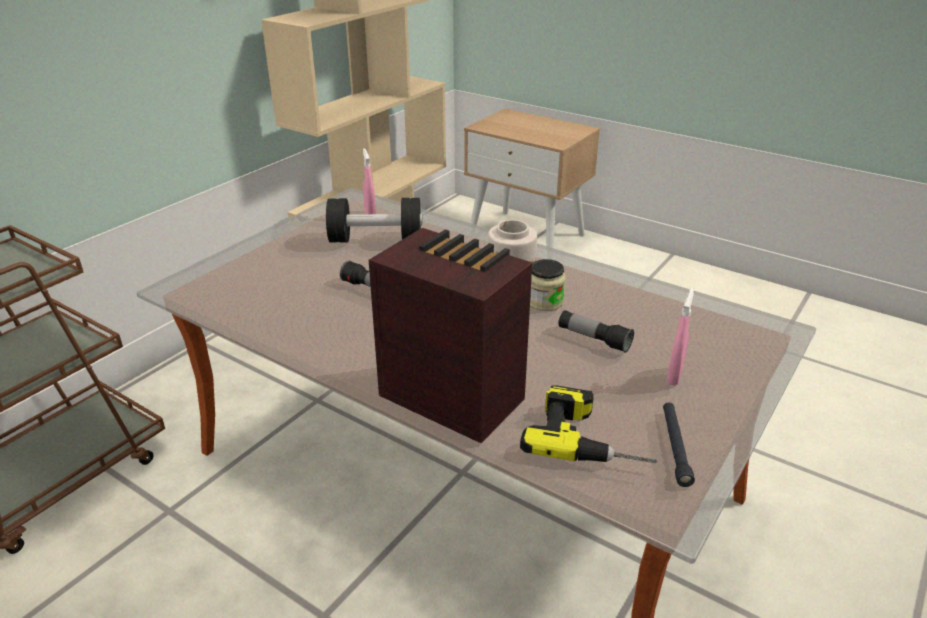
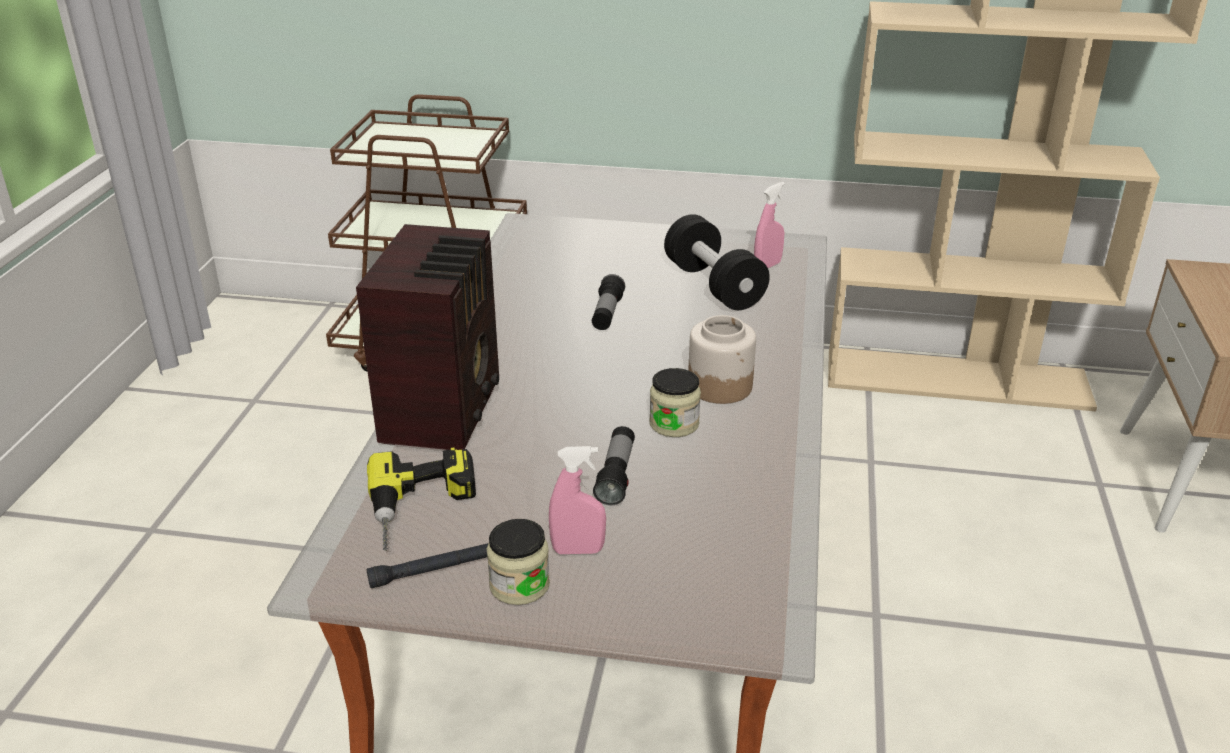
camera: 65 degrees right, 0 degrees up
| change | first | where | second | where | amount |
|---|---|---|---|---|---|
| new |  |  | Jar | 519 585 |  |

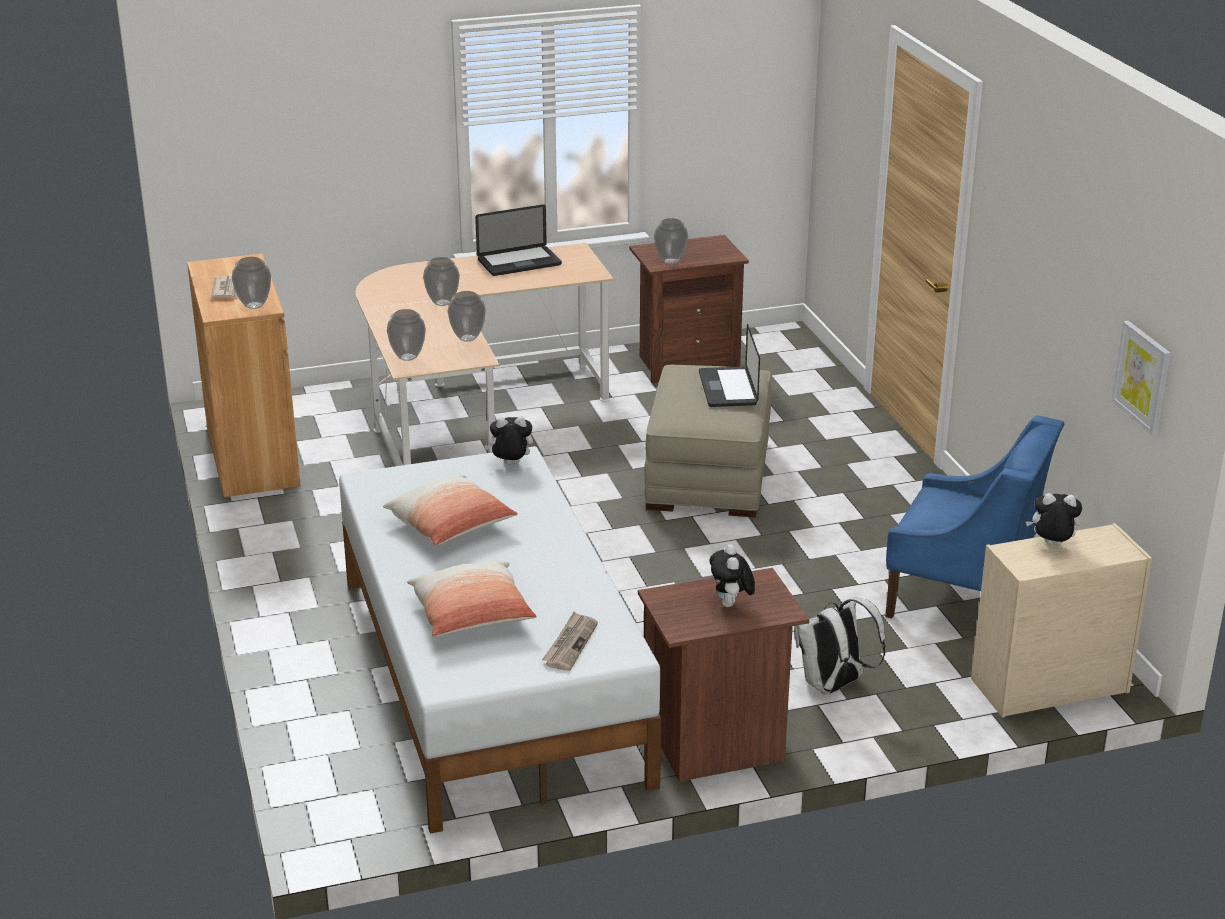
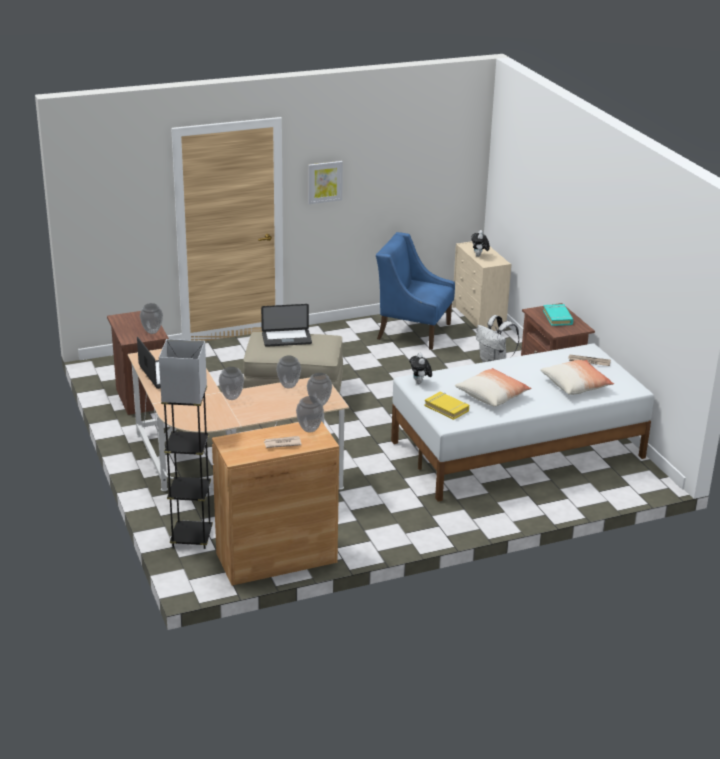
camera: 95 degrees left, 0 degrees up
| change | first | where | second | where | amount |
|---|---|---|---|---|---|
| new |  |  | GreyFloorLamp | 191 538 |  |
| shifted | Picture | 1143 377 |  | 324 182 |  |
| rotated | BlueArmchair | 963 600 |  | 413 331 | 90 degrees counterclockwise |
| new |  |  | YellowBook | 447 408 |  |
| swapped | PlushToy | 731 605 | TurquoiseBook | 558 317 |  |

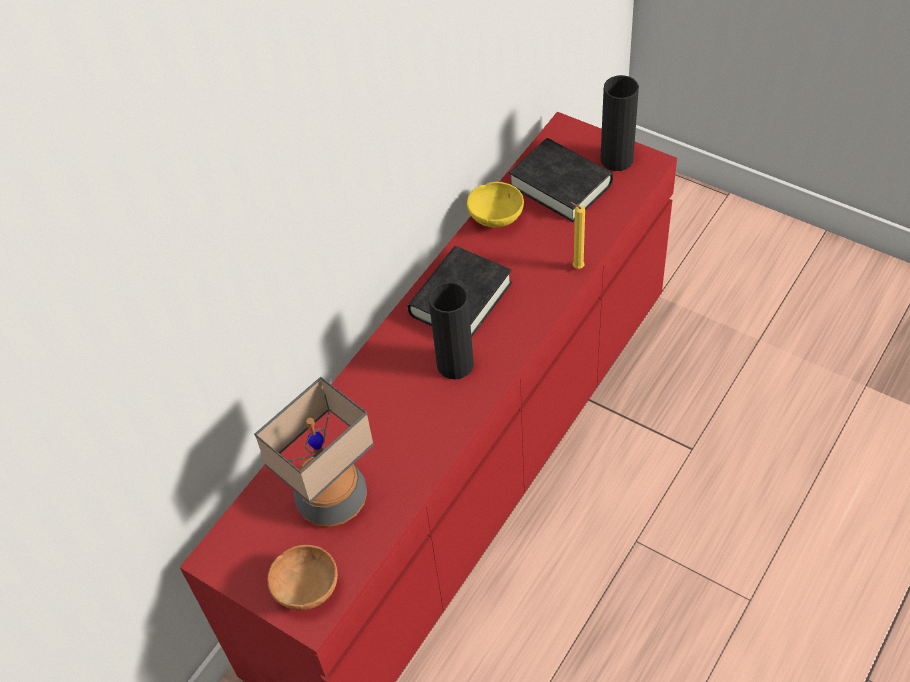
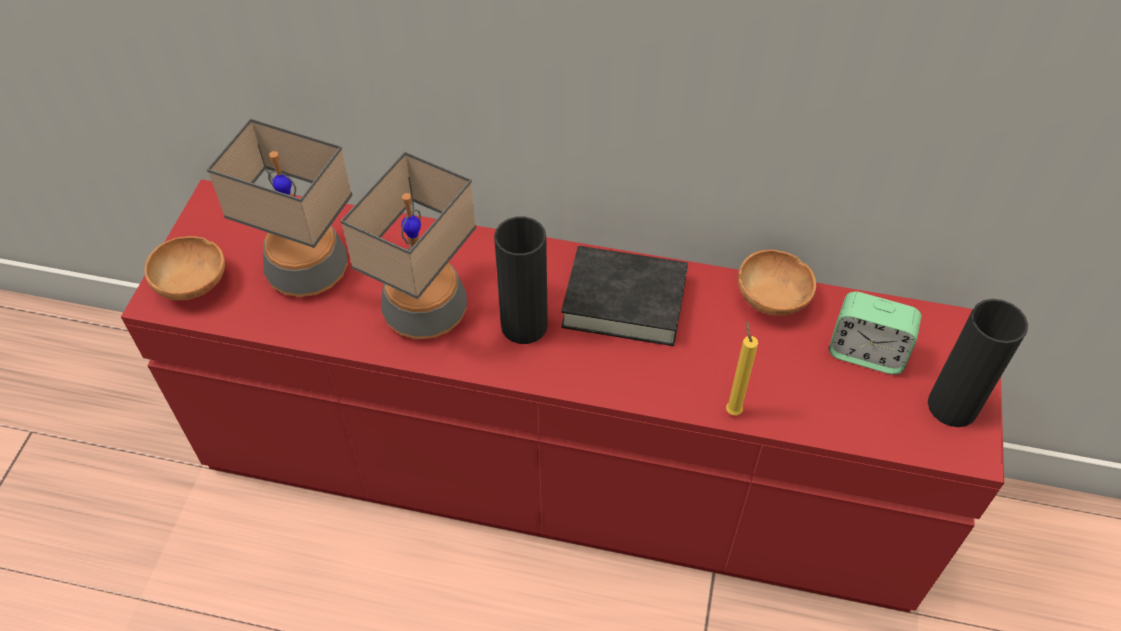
camera: 65 degrees right, 0 degrees up
| change | first | where | second | where | amount |
|---|---|---|---|---|---|
| new |  |  | TableLamp | 425 310 |  |
| repainted | YellowBowl | 496 217 | BrownBowl | 773 299 |  |
| swapped | BlackBook | 560 185 | AlarmClock | 866 353 |  |

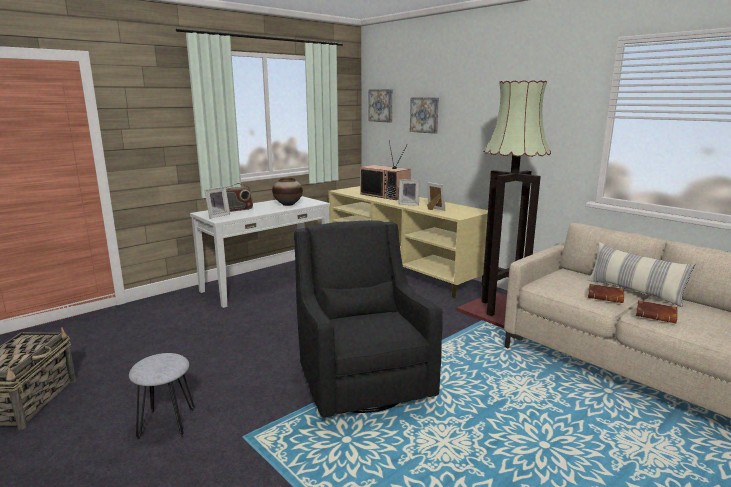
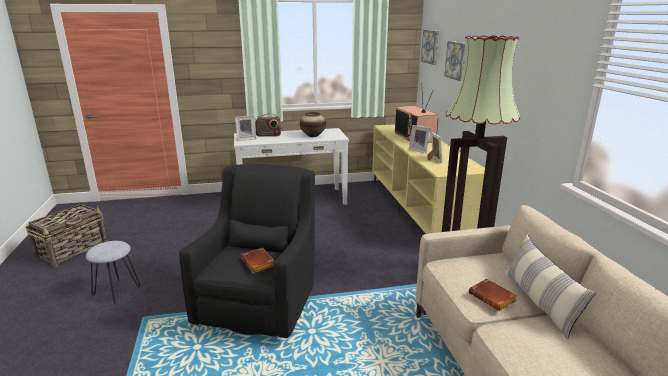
camera: 30 degrees right, 5 degrees up
| change | first | where | second | where | amount |
|---|---|---|---|---|---|
| shifted | BrownBook | 657 315 |  | 259 263 |  |

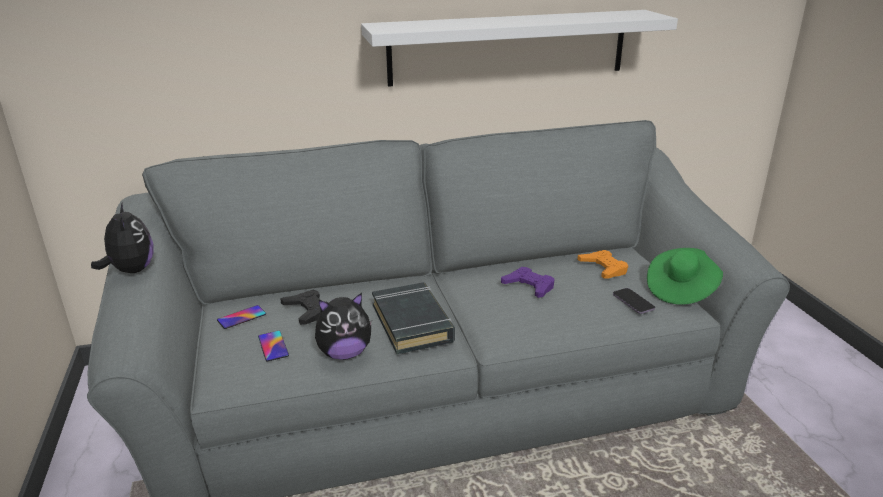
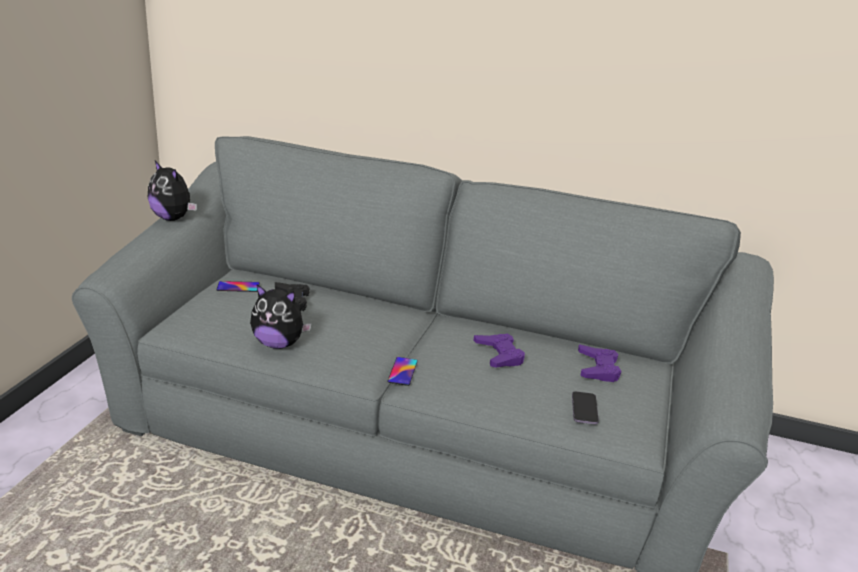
camera: 30 degrees right, 0 degrees up
| change | first | where | second | where | amount |
|---|---|---|---|---|---|
| rotated | PlushToy | 131 270 |  | 173 218 | 120 degrees clockwise |
| shifted | Phone | 273 346 |  | 402 371 |  |
| repainted | OrangeGameController | 603 268 | PurpleGameController | 598 368 |  |
| gone | WhiteShelf | 508 47 |  |  |  |
| gone | BlackBook | 412 323 |  |  |  |
| gone | GreenHat | 680 290 |  |  |  |

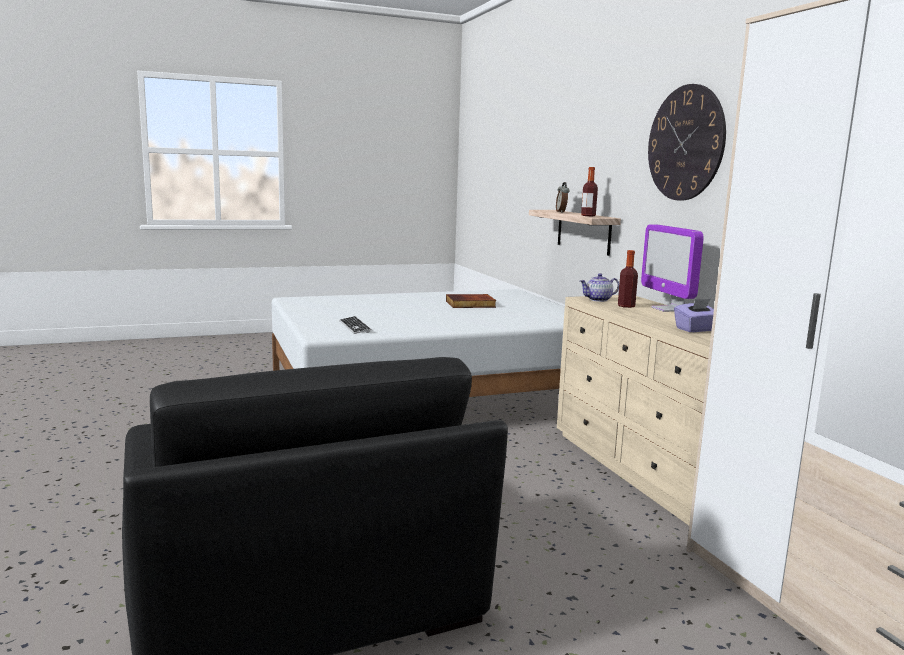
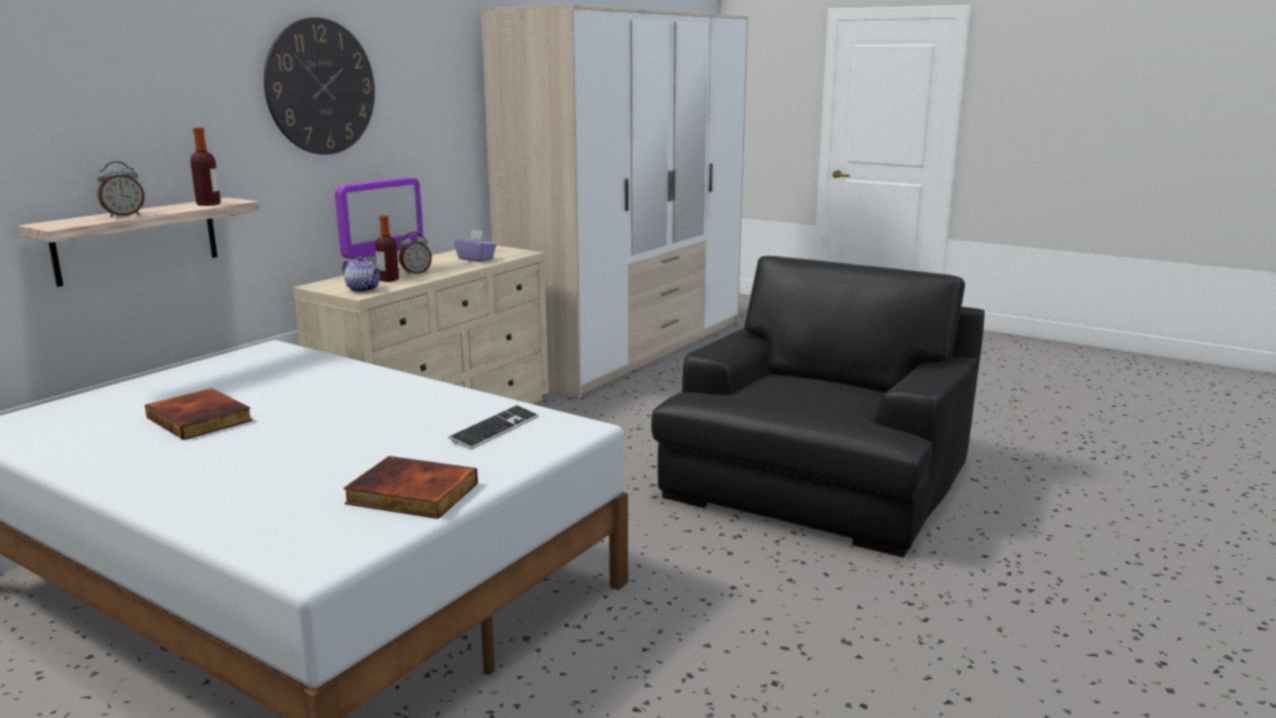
camera: 125 degrees left, 5 degrees up
| change | first | where | second | where | amount |
|---|---|---|---|---|---|
| new |  |  | Book | 410 494 |  |
| new |  |  | AlarmClock | 416 273 |  |

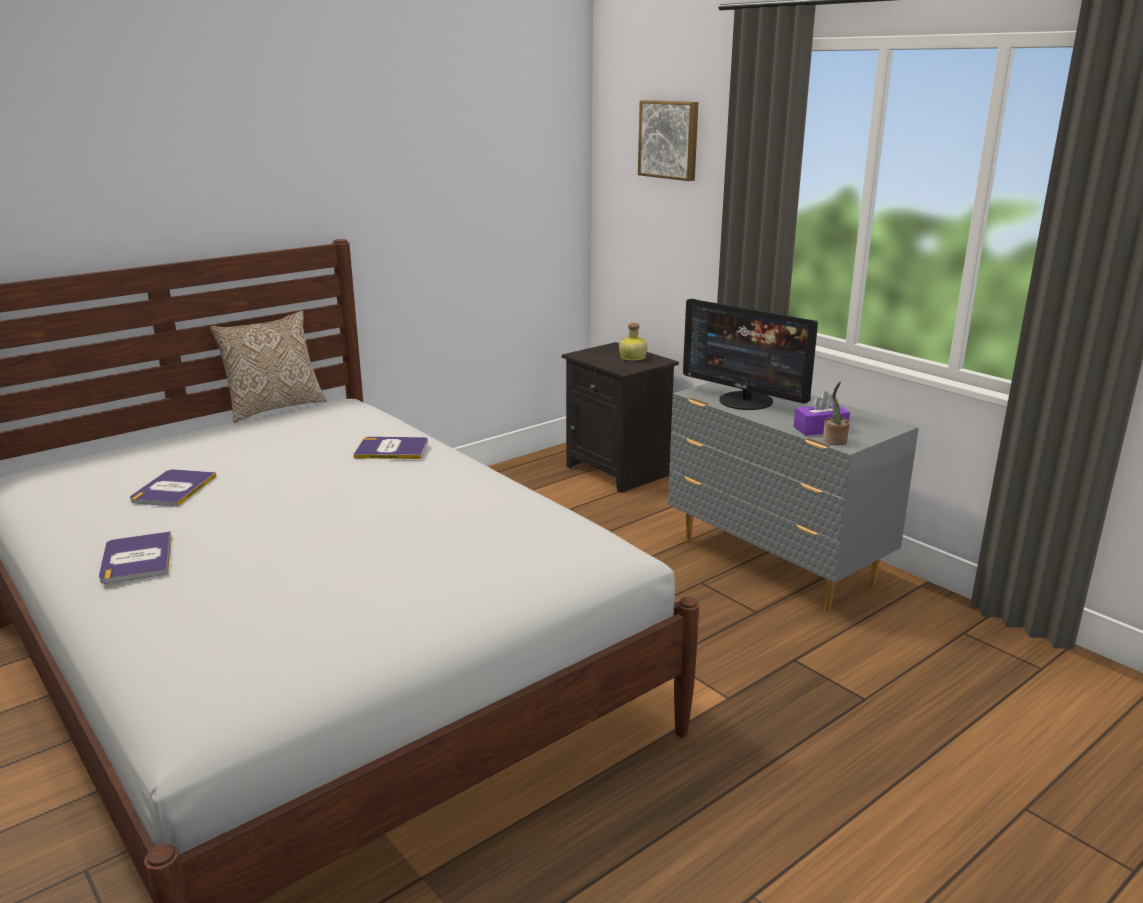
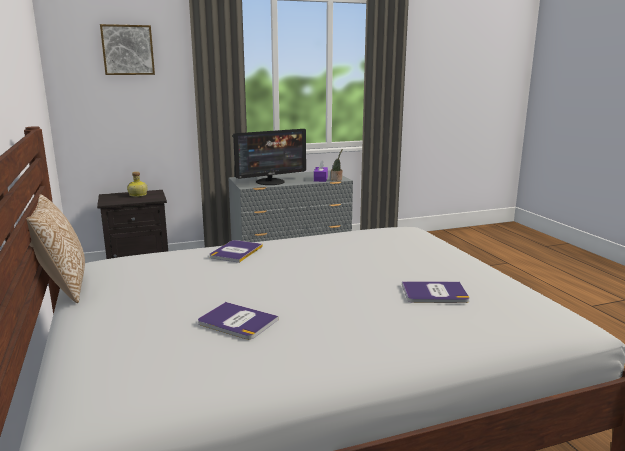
camera: 70 degrees left, 5 degrees down
| change | first | where | second | where | amount |
|---|---|---|---|---|---|
| shifted | Book | 137 559 |  | 434 293 |  |

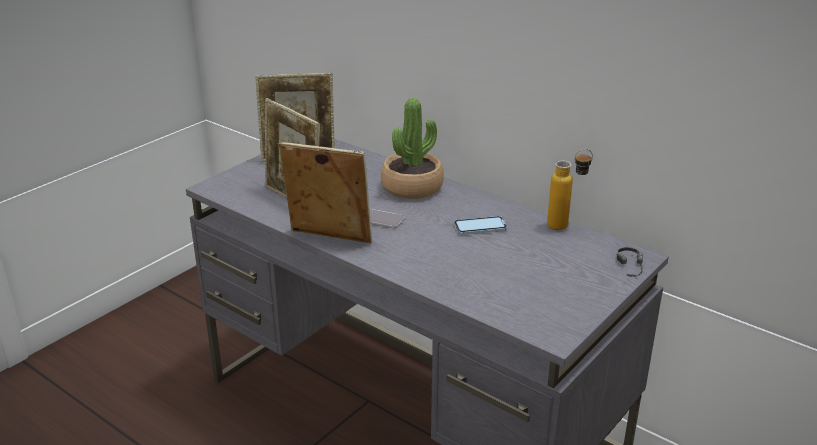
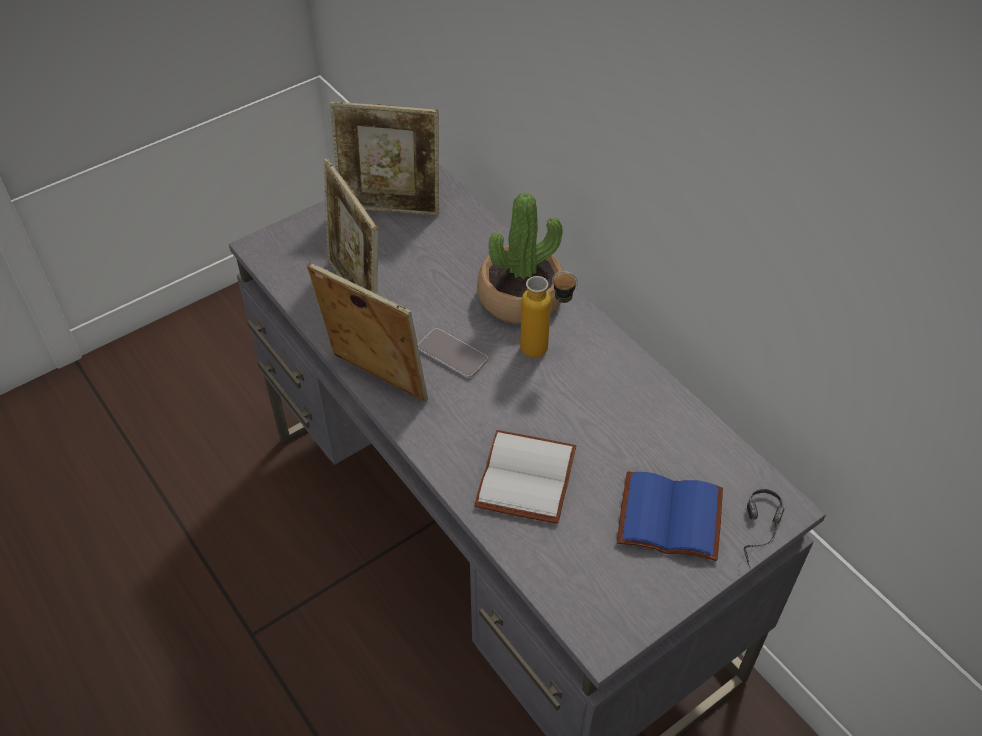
camera: 15 degrees right, 20 degrees up
| change | first | where | second | where | amount |
|---|---|---|---|---|---|
| new |  |  | WhiteBook | 529 480 |  |
| shifted | Bottle | 566 225 |  | 545 350 |  |
| new |  |  | BlueBook | 672 515 |  |
| gone | Phone | 480 227 |  |  |  |

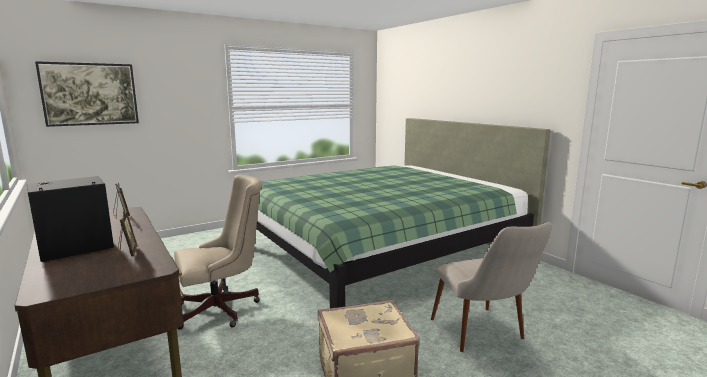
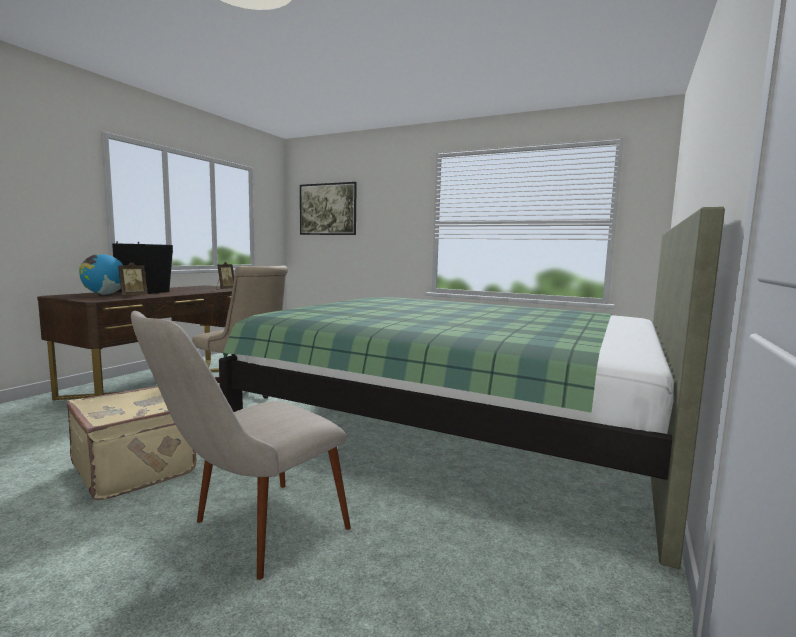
camera: 60 degrees right, 5 degrees down
| change | first | where | second | where | amount |
|---|---|---|---|---|---|
| new |  |  | Globe | 104 294 |  |

